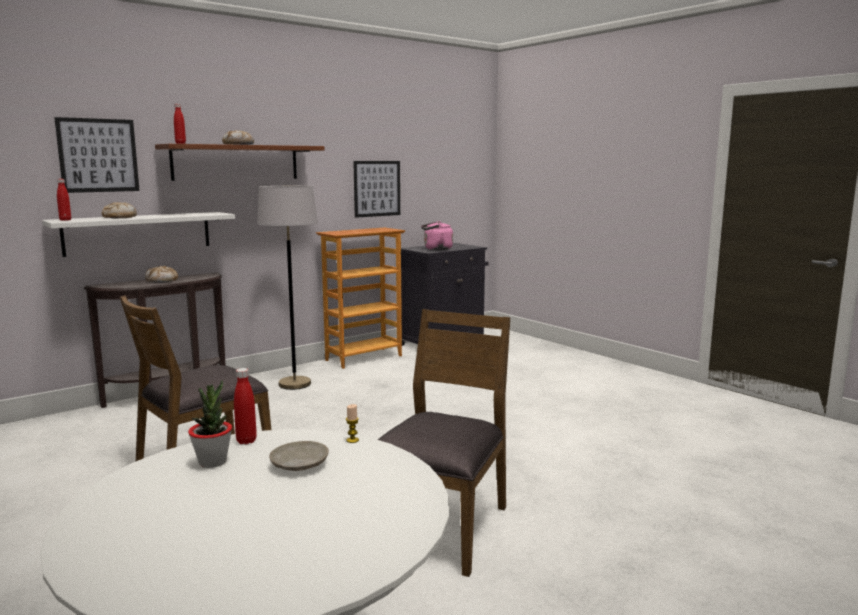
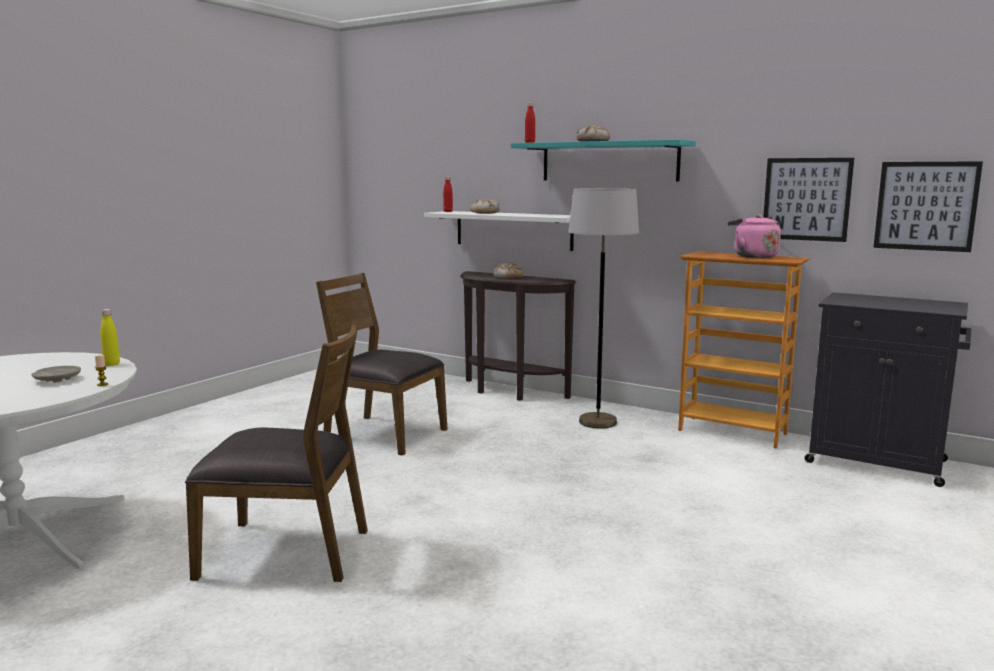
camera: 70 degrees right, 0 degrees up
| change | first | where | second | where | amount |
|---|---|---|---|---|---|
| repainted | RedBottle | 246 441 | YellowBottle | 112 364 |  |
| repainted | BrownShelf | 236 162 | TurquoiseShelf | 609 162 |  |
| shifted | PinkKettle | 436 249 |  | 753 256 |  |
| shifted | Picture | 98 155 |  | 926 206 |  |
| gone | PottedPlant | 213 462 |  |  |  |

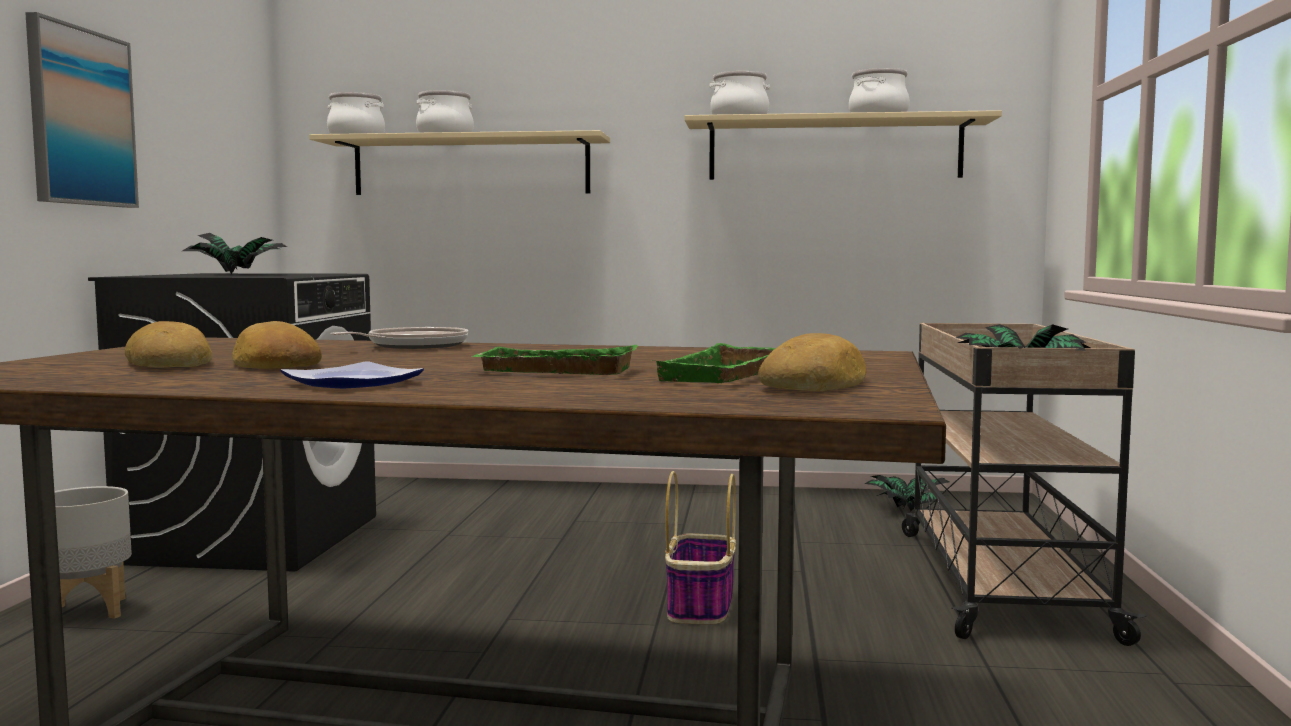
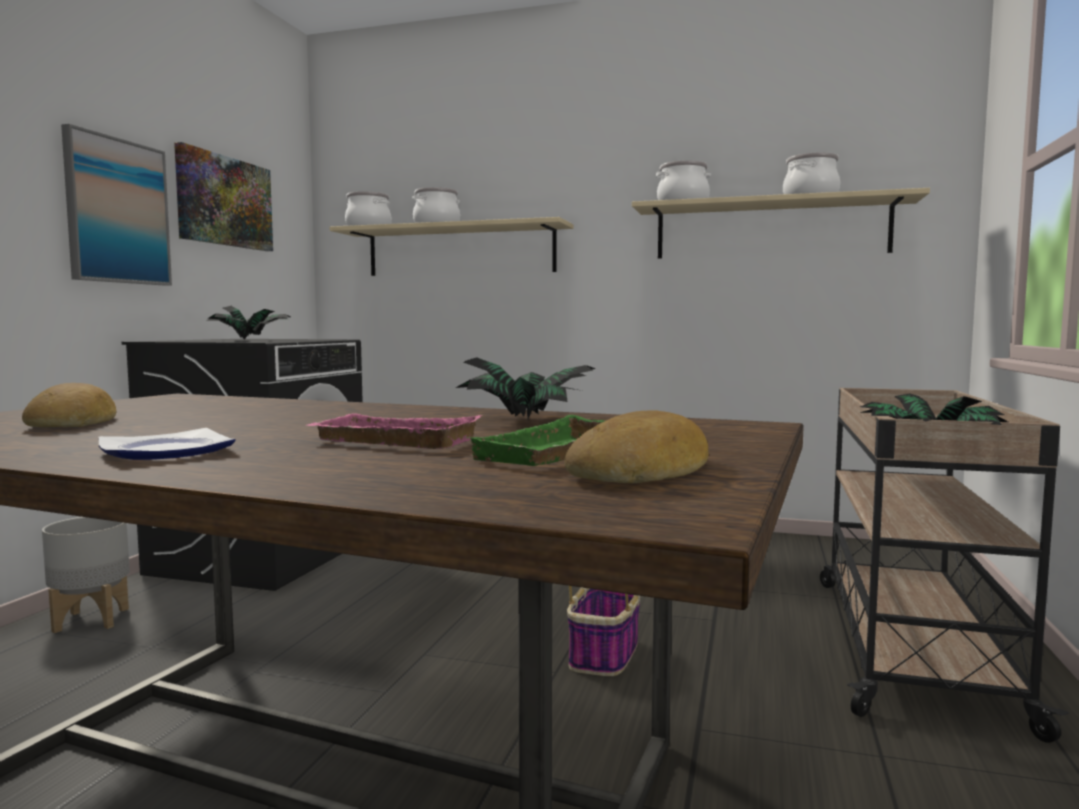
camera: 10 degrees right, 0 degrees up
| change | first | where | second | where | amount |
|---|---|---|---|---|---|
| new |  |  | Picture | 224 201 |  |
| repainted | GreenTray | 553 371 | PinkTray | 391 442 |  |
| shifted | PottedPlant | 907 509 |  | 528 419 |  |
| gone | Bread | 273 364 |  |  |  |
| gone | FryingPan | 413 346 |  |  |  |

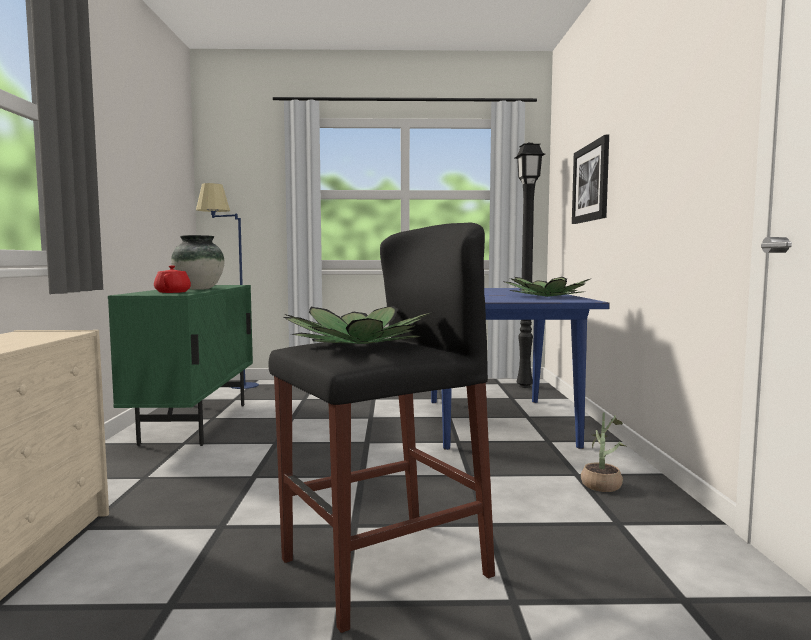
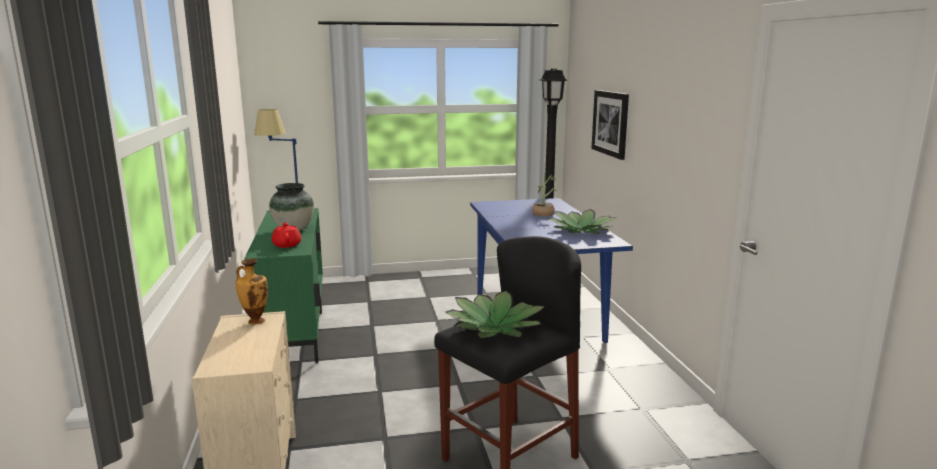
camera: 10 degrees left, 10 degrees up
| change | first | where | second | where | amount |
|---|---|---|---|---|---|
| new |  |  | Vase | 255 321 |  |
| shifted | PottedPlant | 602 483 |  | 543 213 |  |

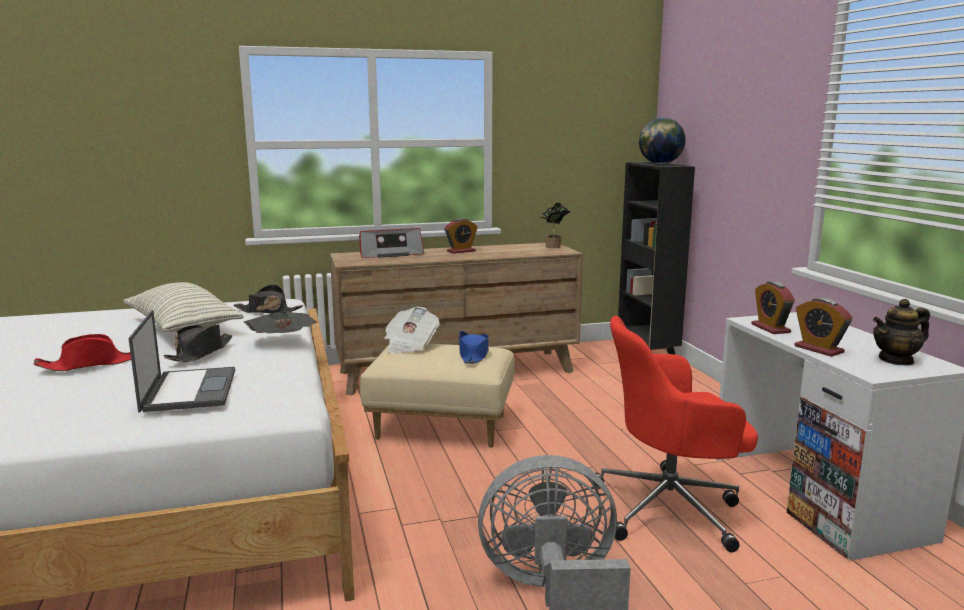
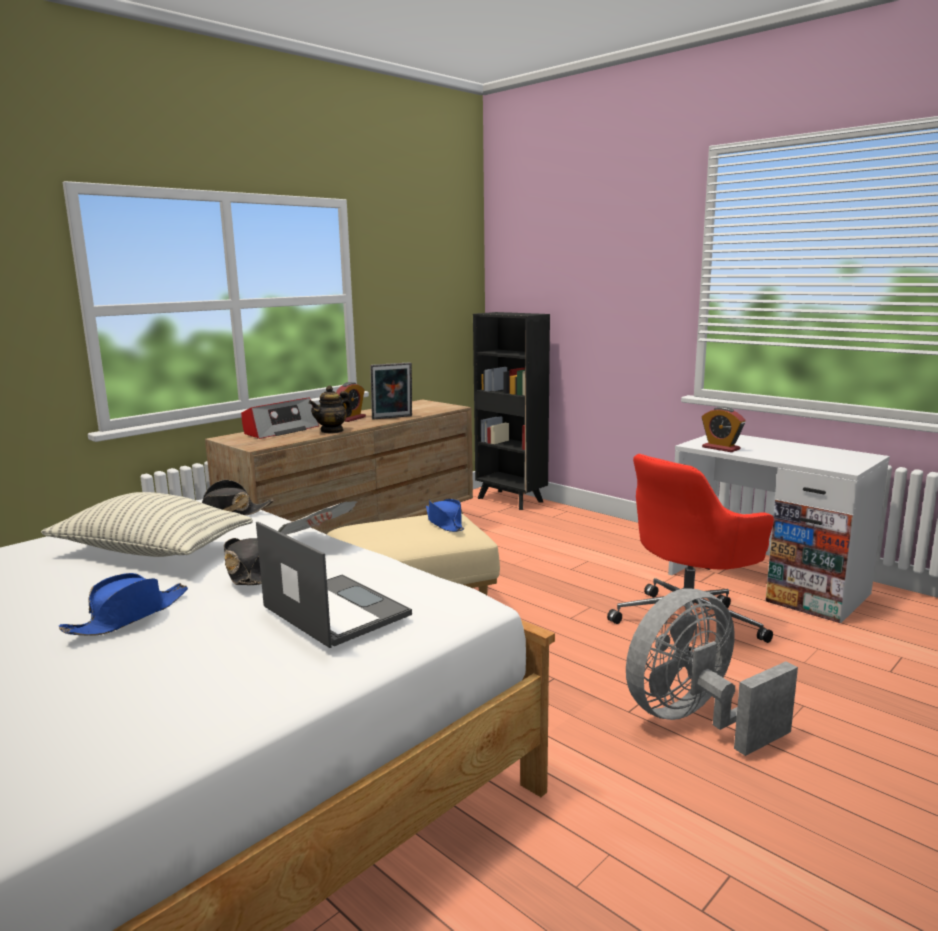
camera: 30 degrees left, 0 degrees up
| change | first | where | second | where | amount |
|---|---|---|---|---|---|
| repainted | RedHat | 91 364 | BlueHat | 129 616 |  |
| shifted | Teapot | 896 360 |  | 332 431 |  |
| new |  |  | PictureFrame | 392 418 |  |
| gone | Newspaper | 409 345 |  |  |  |
| gone | PottedPlant | 554 247 |  |  |  |
| gone | Globe | 660 164 |  |  |  |
| gone | AlarmClock | 818 349 |  |  |  |

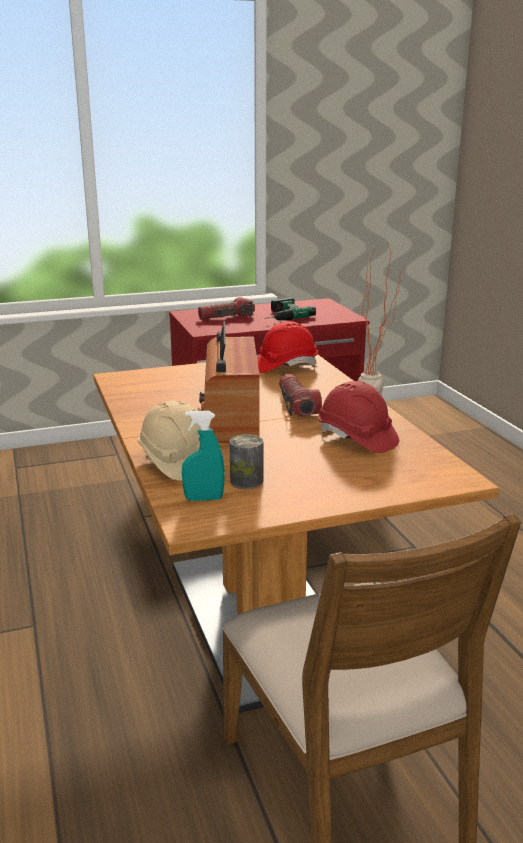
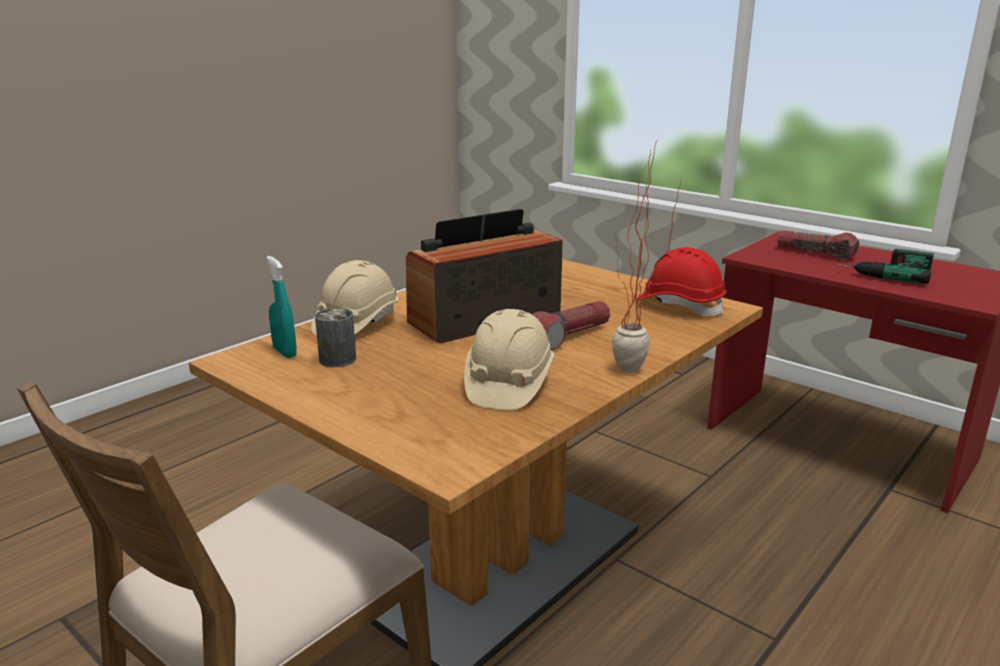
camera: 60 degrees right, 0 degrees up
| change | first | where | second | where | amount |
|---|---|---|---|---|---|
| repainted | RedHardHat | 356 438 | BeigeHardHat | 508 384 |  |

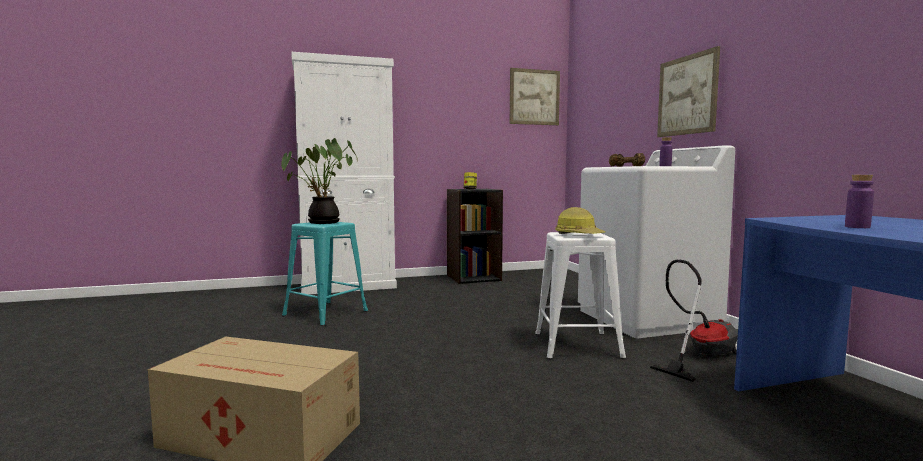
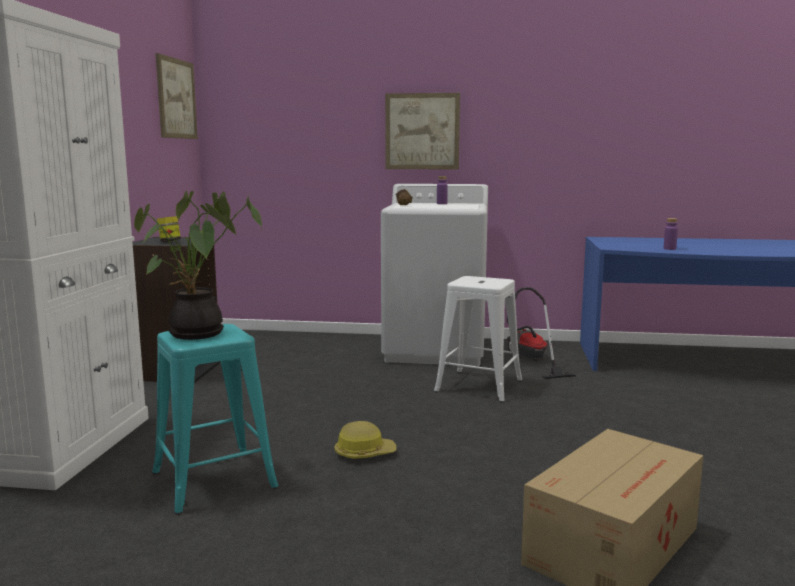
camera: 65 degrees left, 5 degrees up
| change | first | where | second | where | amount |
|---|---|---|---|---|---|
| shifted | HardHat | 578 235 |  | 364 453 |  |

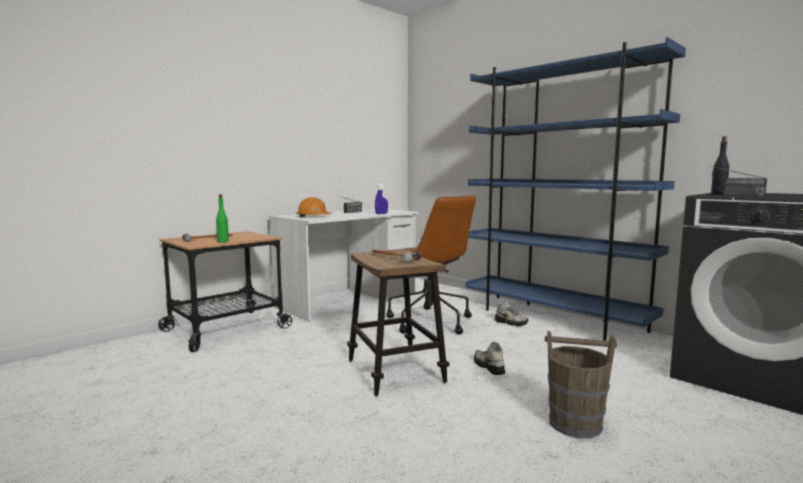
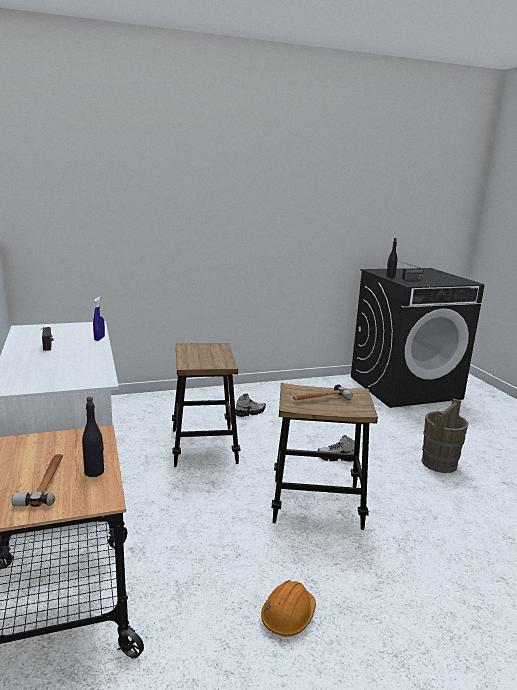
camera: 65 degrees left, 10 degrees up
| change | first | where | second | where | amount |
|---|---|---|---|---|---|
| repainted | GreenBottle | 223 241 | BlackBottle | 94 472 |  |
| swapped | BrownOfficeChair | 428 321 | Stool | 204 446 |  |
| shifted | OrangeHardHat | 313 217 |  | 288 616 |  |
| gone | BlueBookcase | 553 318 |  |  |  |

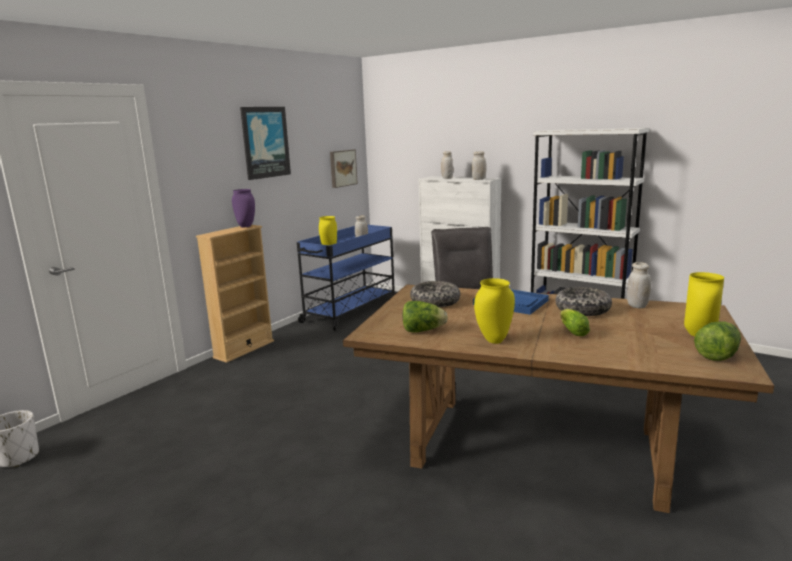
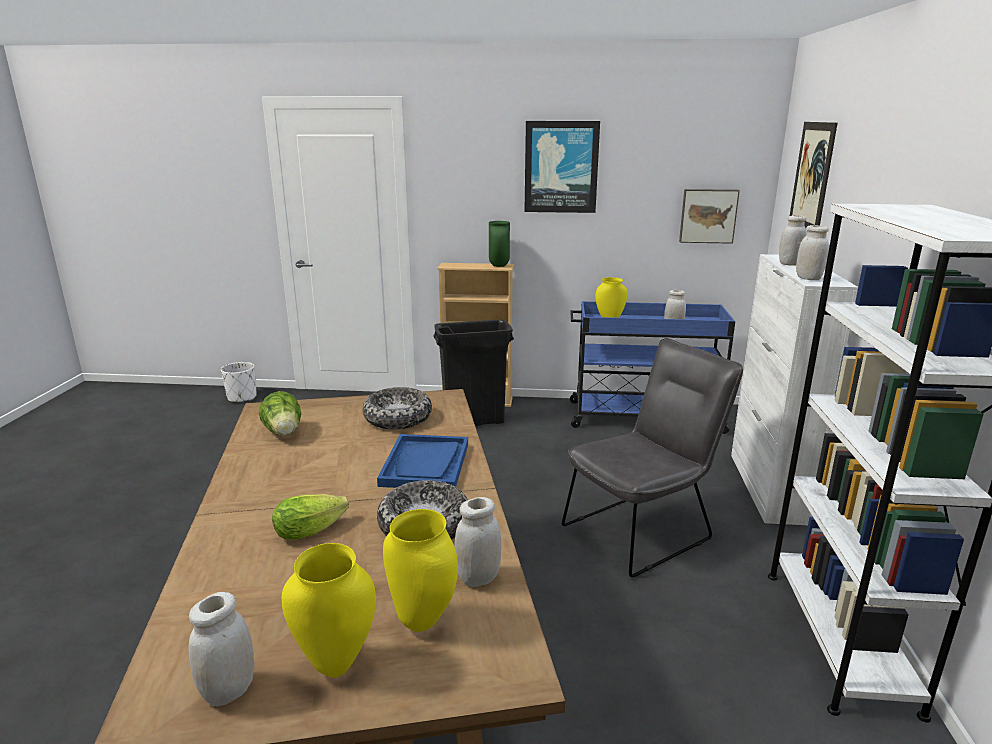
camera: 60 degrees right, 5 degrees up
| change | first | where | second | where | amount |
|---|---|---|---|---|---|
| swapped | Lettuce | 717 355 | WhiteJar | 229 690 |  |
| shifted | YellowVase | 493 340 |  | 424 620 |  |
| new |  |  | BlackTrashCan | 474 422 |  |
| repainted | PurpleVase | 245 226 | GreenVase | 498 265 |  |
| new |  |  | Picture | 812 176 |  |

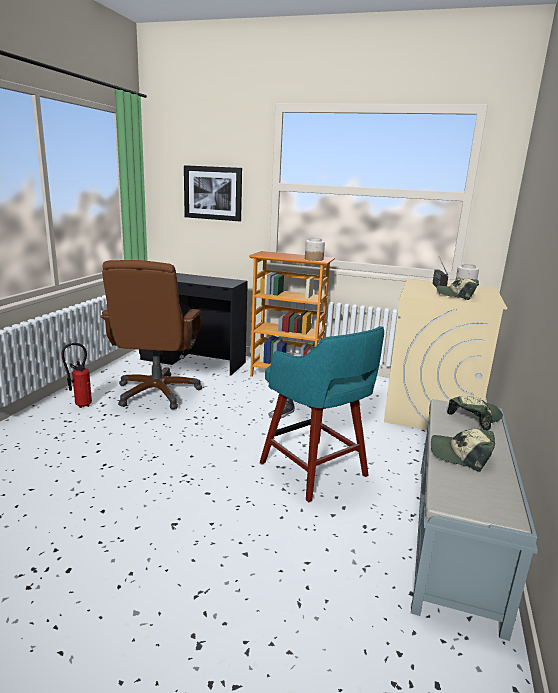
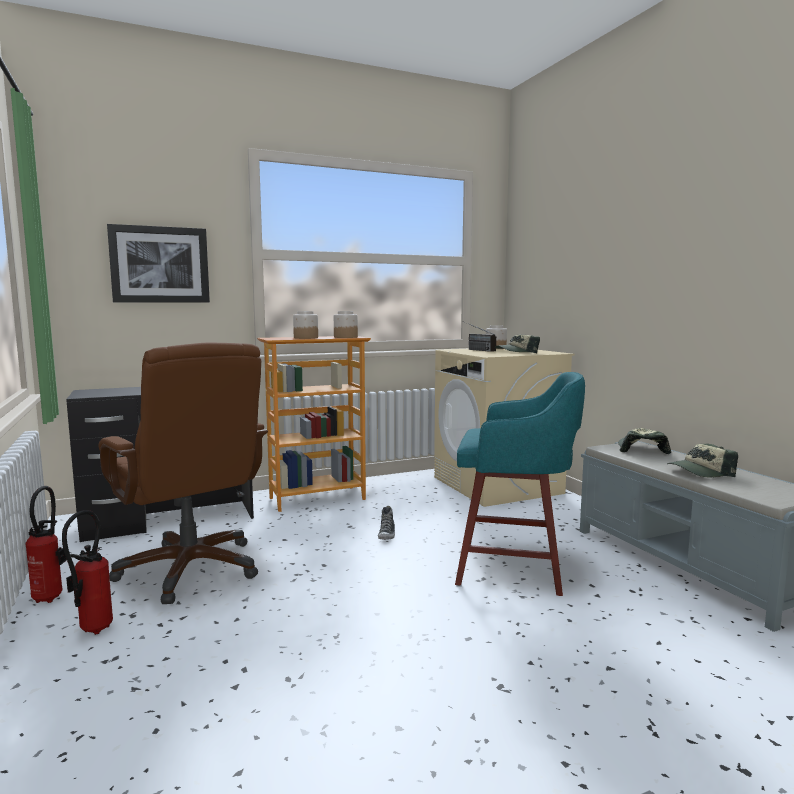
camera: 40 degrees left, 10 degrees down
| change | first | where | second | where | amount |
|---|---|---|---|---|---|
| new |  |  | FireExtinguisher | 52 596 |  |
| new |  |  | Jar | 305 338 |  |

